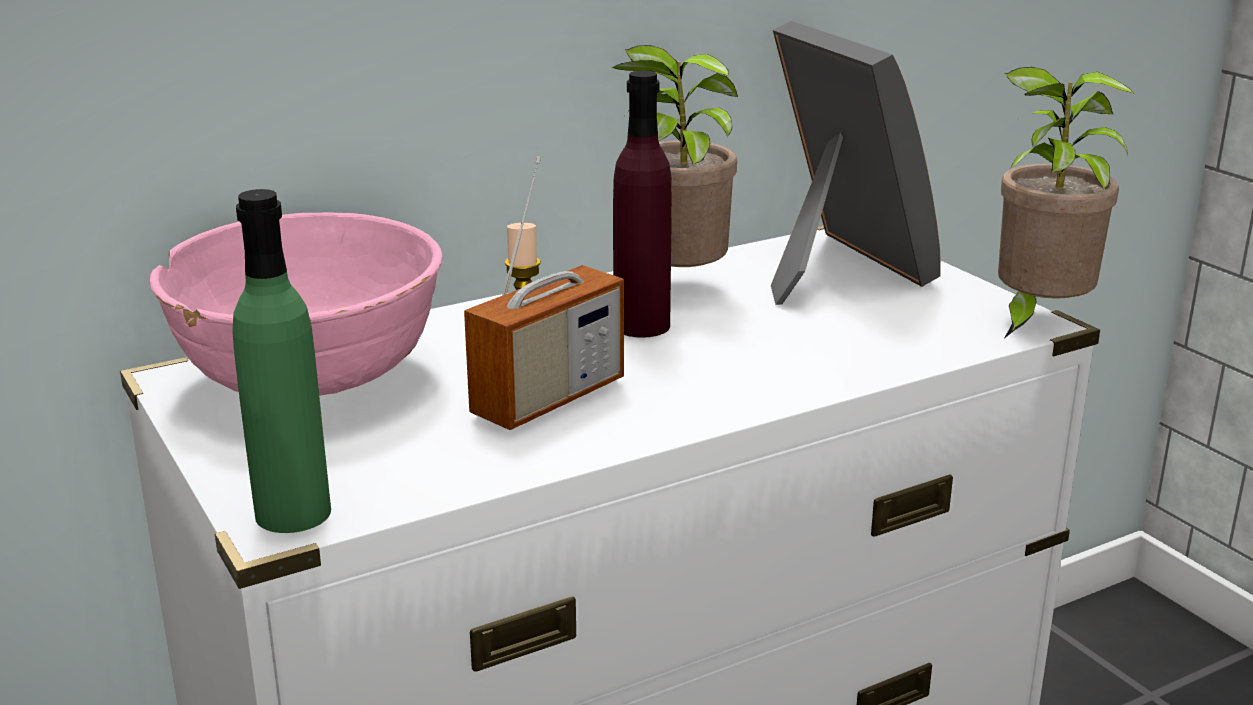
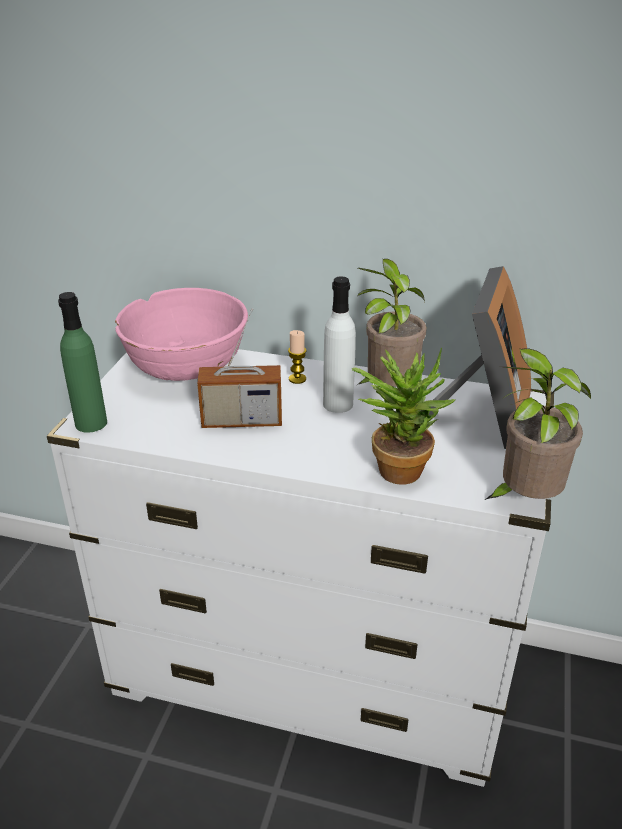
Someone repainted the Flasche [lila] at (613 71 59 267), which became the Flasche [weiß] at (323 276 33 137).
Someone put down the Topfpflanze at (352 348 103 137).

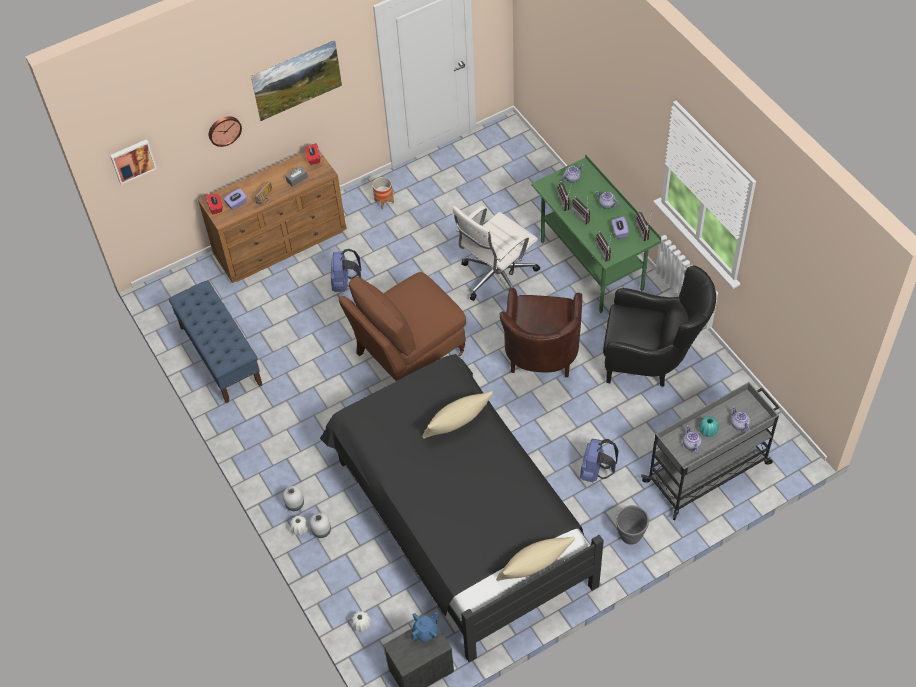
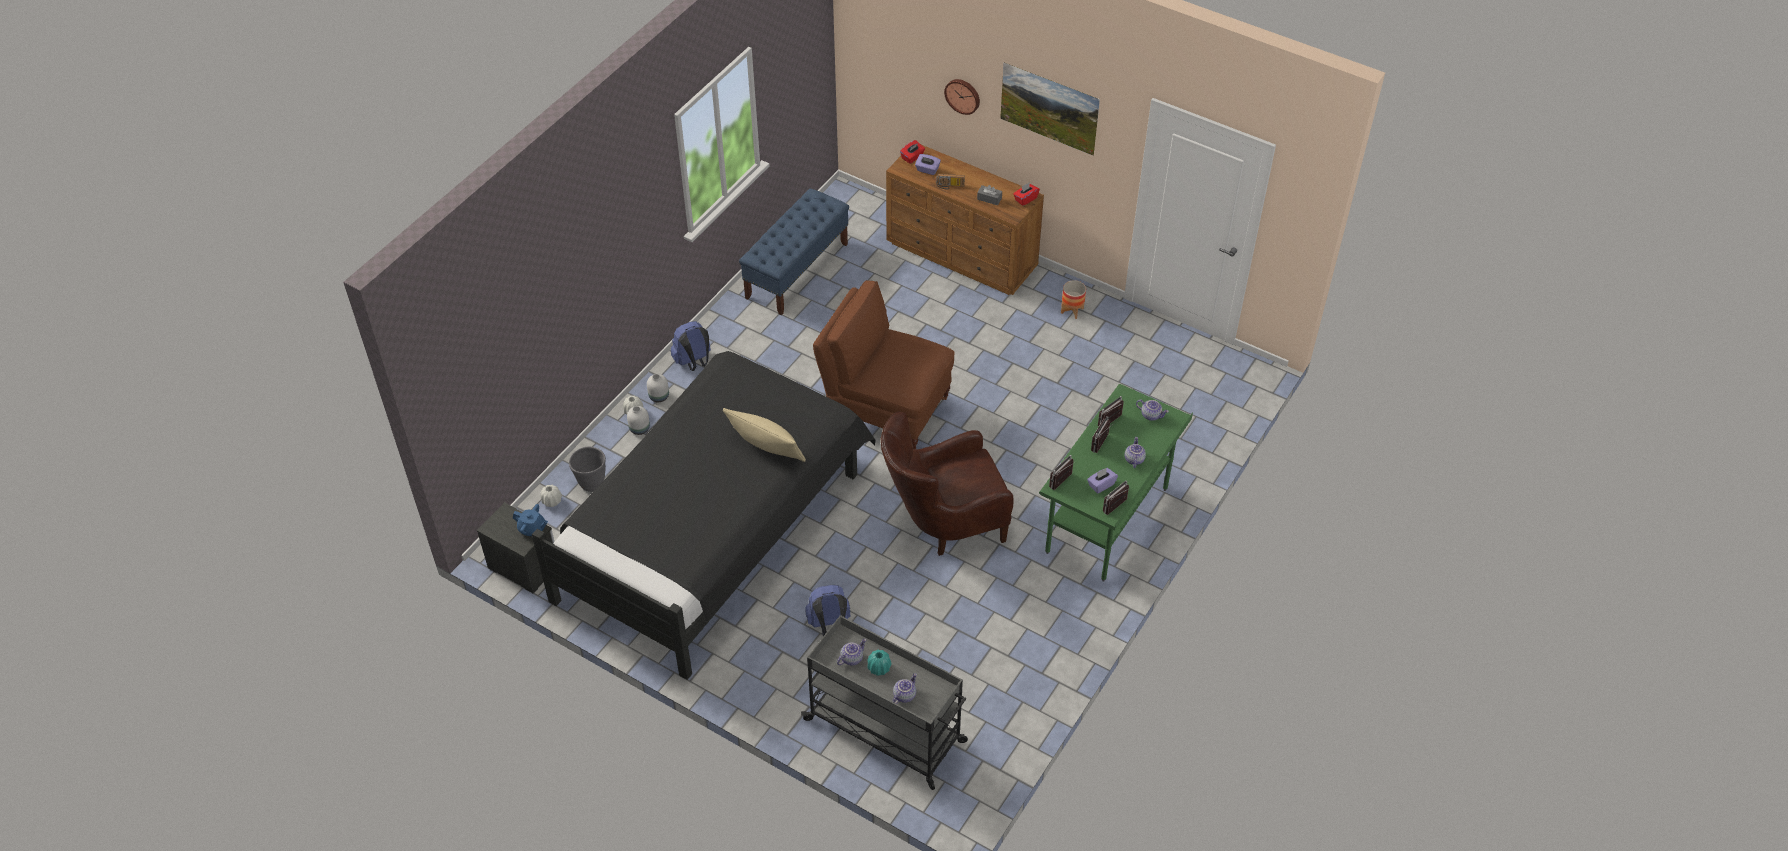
Someone took away the Bild at (110 139 47 46).
Someone carried the Rucksack [blau] from (331 249 30 43) to (671 321 40 50).
Someone took away the Bürostuhl [weiß] at (452 206 88 95).
Someone took away the Kissen [beige] at (496 537 79 44).
Someone took away the Sessel [schwarz] at (603 265 113 122).
Someone carried the Pflanzkübel [grau] from (616 505 33 40) to (569 447 37 45).

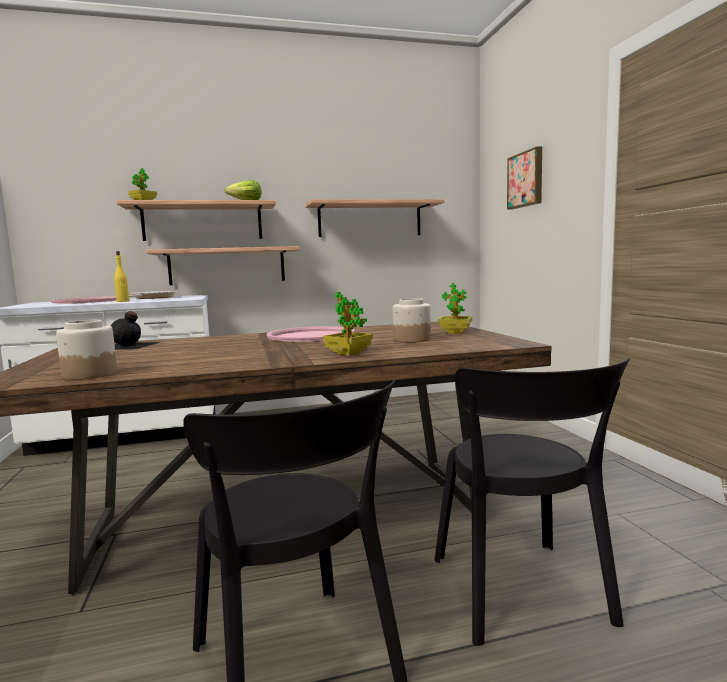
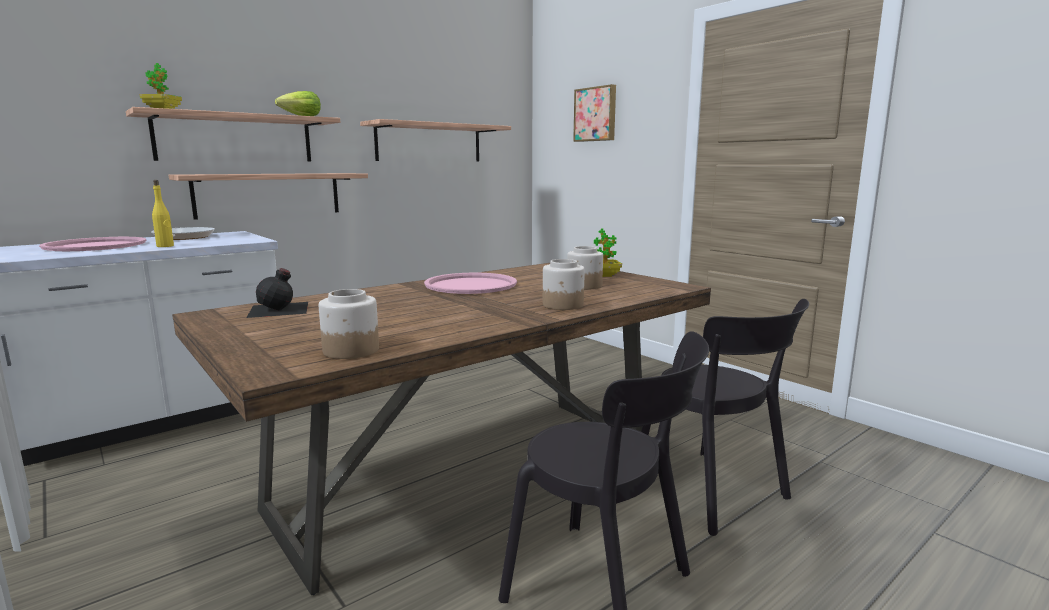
Someone swapped the Topfpflanze at (323 292 50 63) for the Vorratsglas at (543 259 42 51).

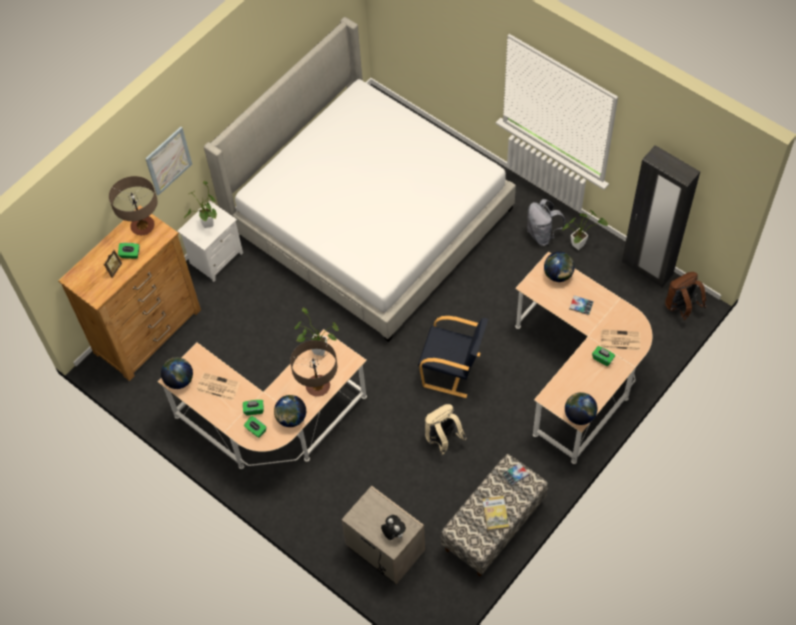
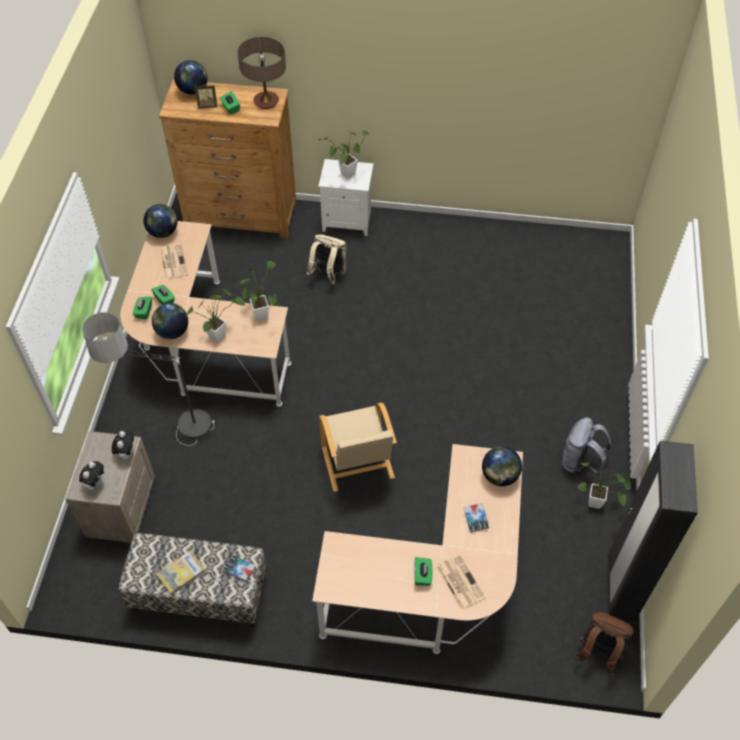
Someone took away the Bild at (145 127 47 69).
Someone took away the Bett at (204 17 312 325).
Someone swapped the Tischlampe at (290 340 47 57) for the Topfpflanze at (186 289 59 54).
Someone repainted the Sessel [schwarz] at (418 316 70 82), which became the Sessel [beige] at (319 402 78 90).
Someone carried the Rucksack [beige] from (425 404 41 51) to (307 235 39 49).
Someone carried the Globus from (565 392 33 33) to (174 60 34 35).
Someone put down the Stehlampe at (82 312 133 134).
Someone put down the Plüschtier at (112 430 22 30).

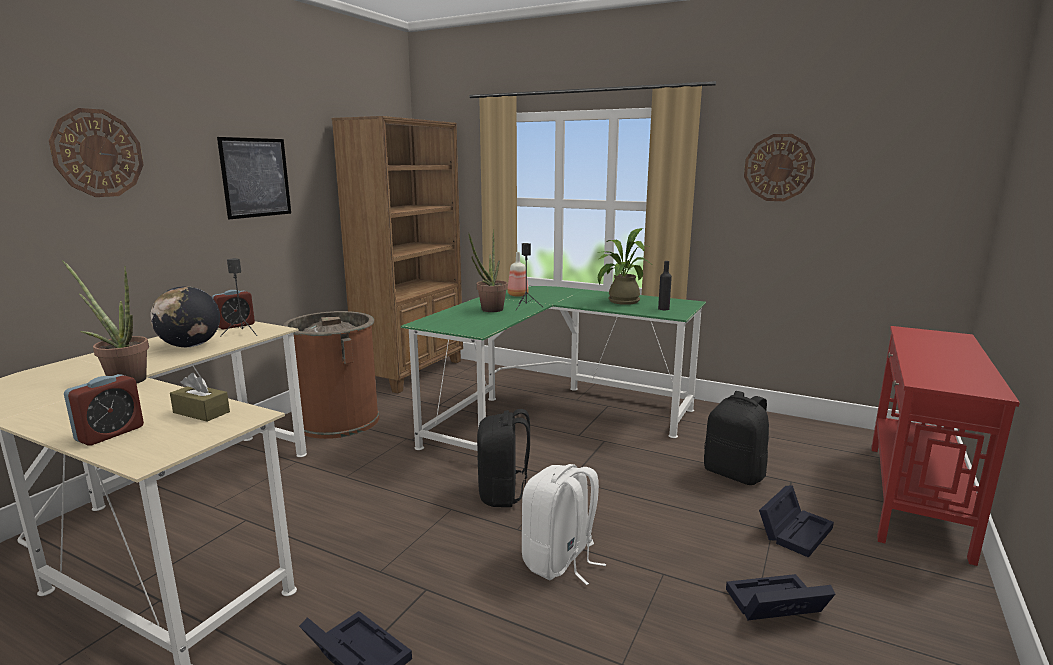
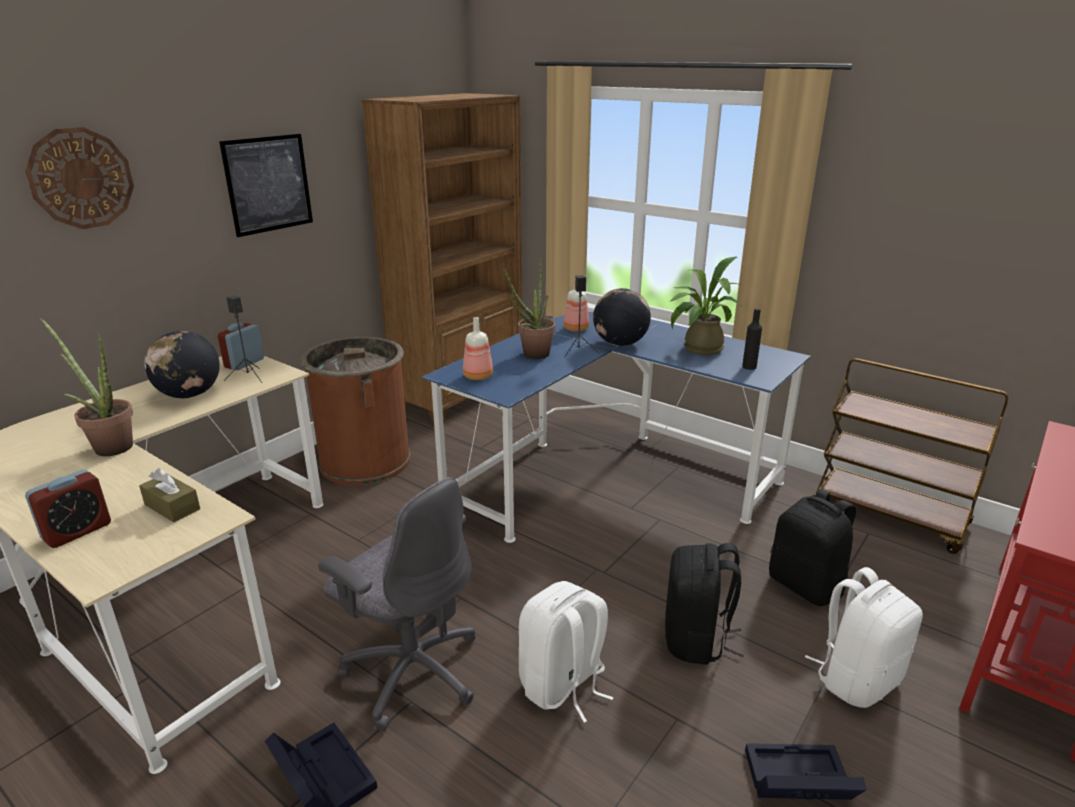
Someone rotated the Wecker at (212 290 43 40) by 150 degrees clockwise.
Someone repainted the Schreibtisch [grün] at (401 286 305 165), which became the Schreibtisch [blau] at (422 312 389 231).
Someone carried the Rucksack [schwarz] from (477 409 53 98) to (665 543 79 122).
Someone took away the Wanduhr at (744 134 71 67).
Someone swapped the Aufbewahrungsbox [schwarz] at (759 485 75 73) for the Rucksack [weiß] at (805 567 118 141).
Someone put down the Bürostuhl [grau] at (318 477 158 254).
Someone put down the Flasche at (463 317 30 63).
Someone put down the Globus at (593 288 58 58).
Someone put down the Rollwagen [braun] at (813 358 195 196).

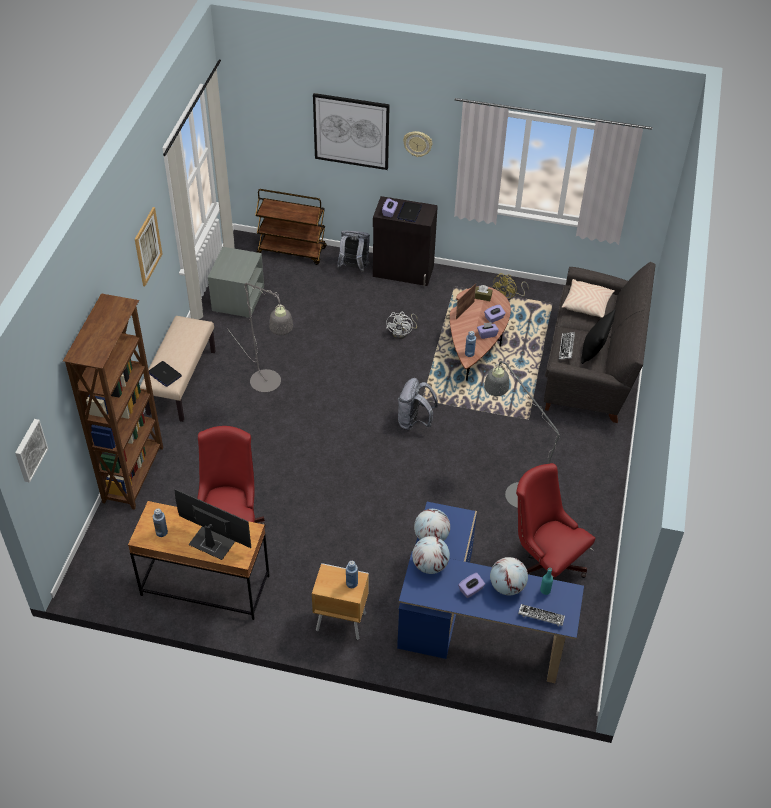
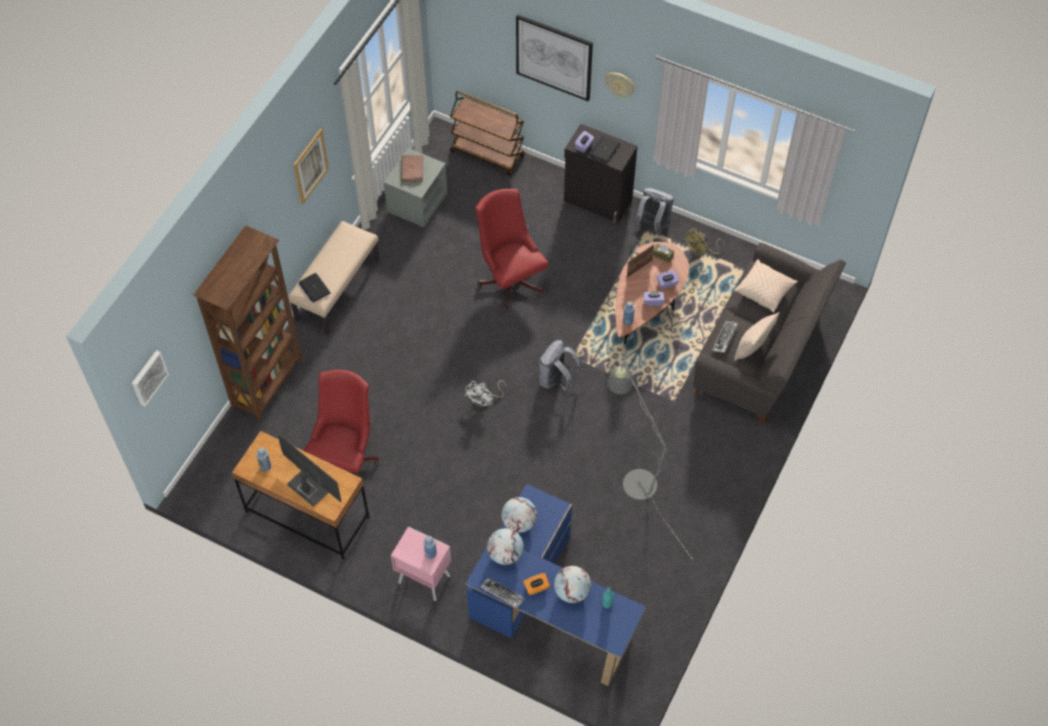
Someone took away the Stehlampe [grau] at (227 283 66 109).
Someone repainted the Nachttisch [braun] at (312 563 57 77), which became the Nachttisch [rosa] at (391 527 60 74).
Someone carried the Rucksack [grau] from (337 231 33 41) to (633 188 41 48).
Someone carried the Ventilator [weiß] from (386 312 32 27) to (465 380 42 28).
Someone repainted the Taschentuchbox [lila] at (458 573 27 25), which became the Taschentuchbox [orange] at (523 573 27 22).
Someone carried the Bürostuhl [rot] from (516 463 79 116) to (475 189 74 121).
Someone carried the Tastatur from (518 604 47 22) to (481 578 44 30).
Someone repainted the Kissen [schwarz] at (581 309 35 55), which became the Kissen [beige] at (734 312 45 49).
Someone put down the Buch [braun] at (401 155 23 27).

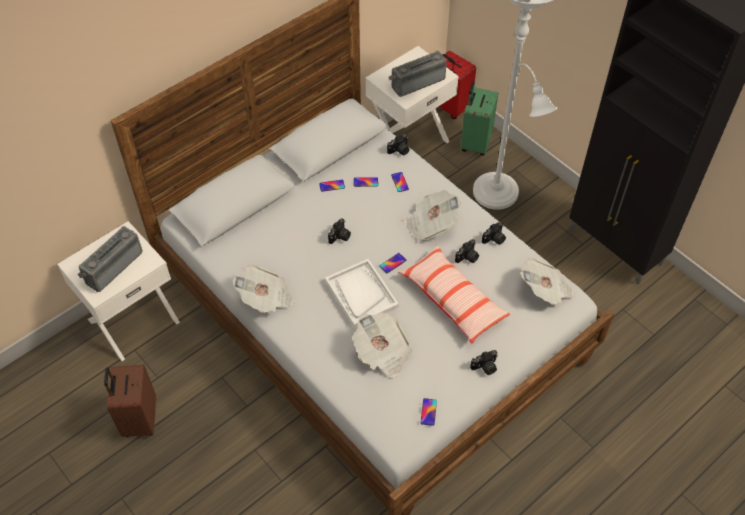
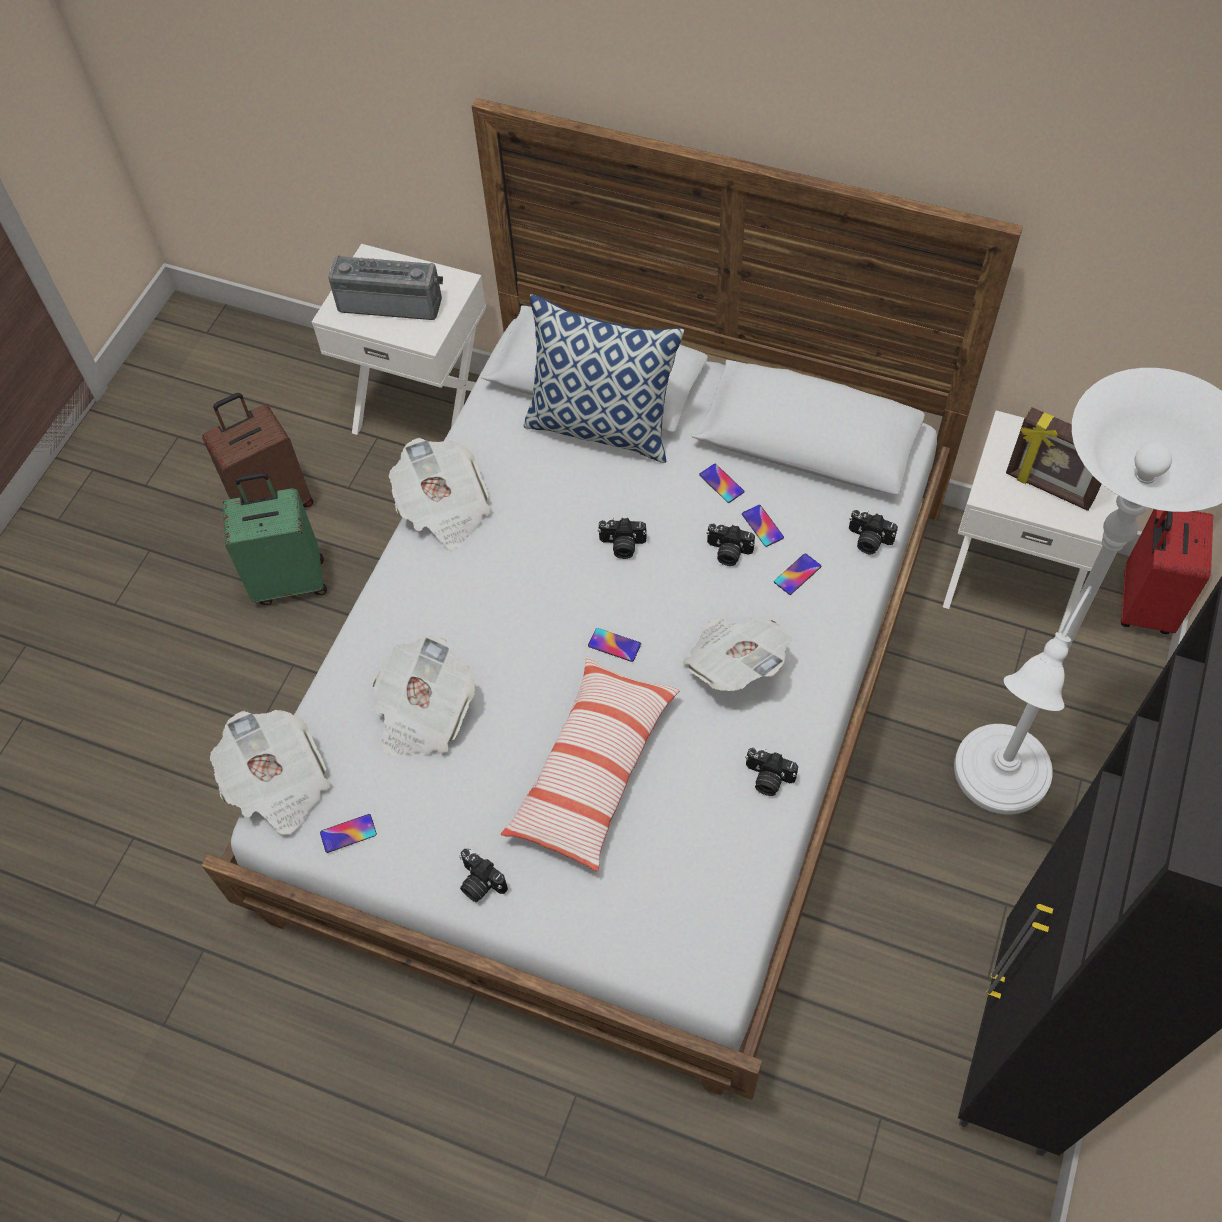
Someone took away the Tablett [weiß] at (325 259 74 69).
Someone swapped the Radio at (389 51 58 46) for the Bilderrahmen at (1006 407 95 104).
Someone carried the Kamera from (455 239 24 24) to (706 523 49 43).
Someone carried the Koffer [grün] from (460 81 38 75) to (223 473 104 132).
Someone carried the Zeitung from (520 258 55 47) to (210 710 121 125).
Someone put down the Kissen at (524 294 161 169).

